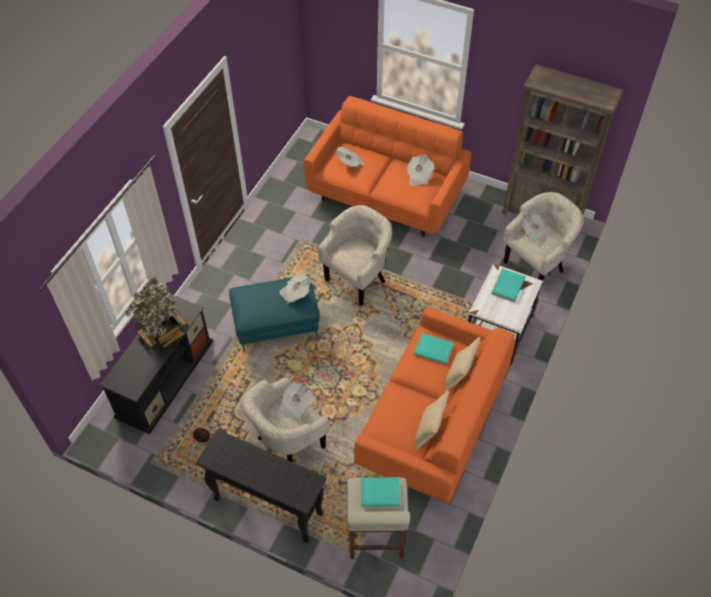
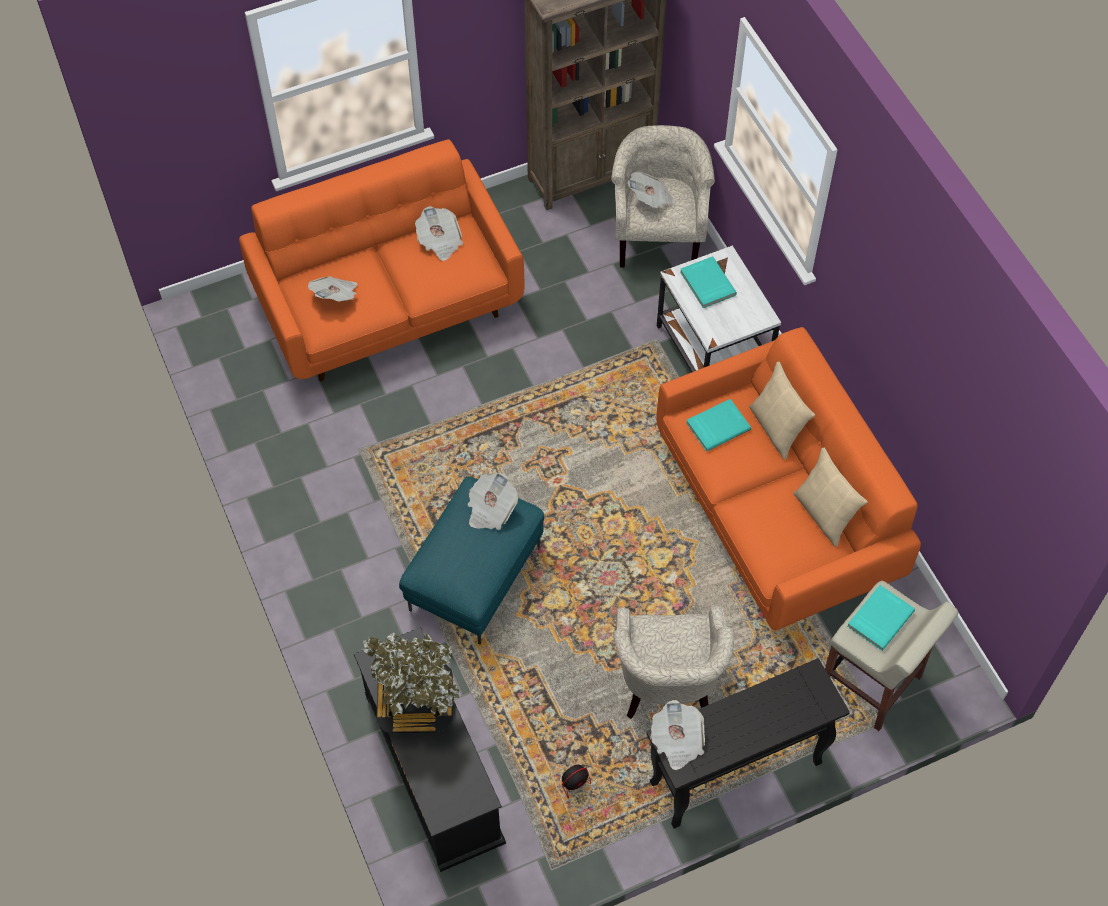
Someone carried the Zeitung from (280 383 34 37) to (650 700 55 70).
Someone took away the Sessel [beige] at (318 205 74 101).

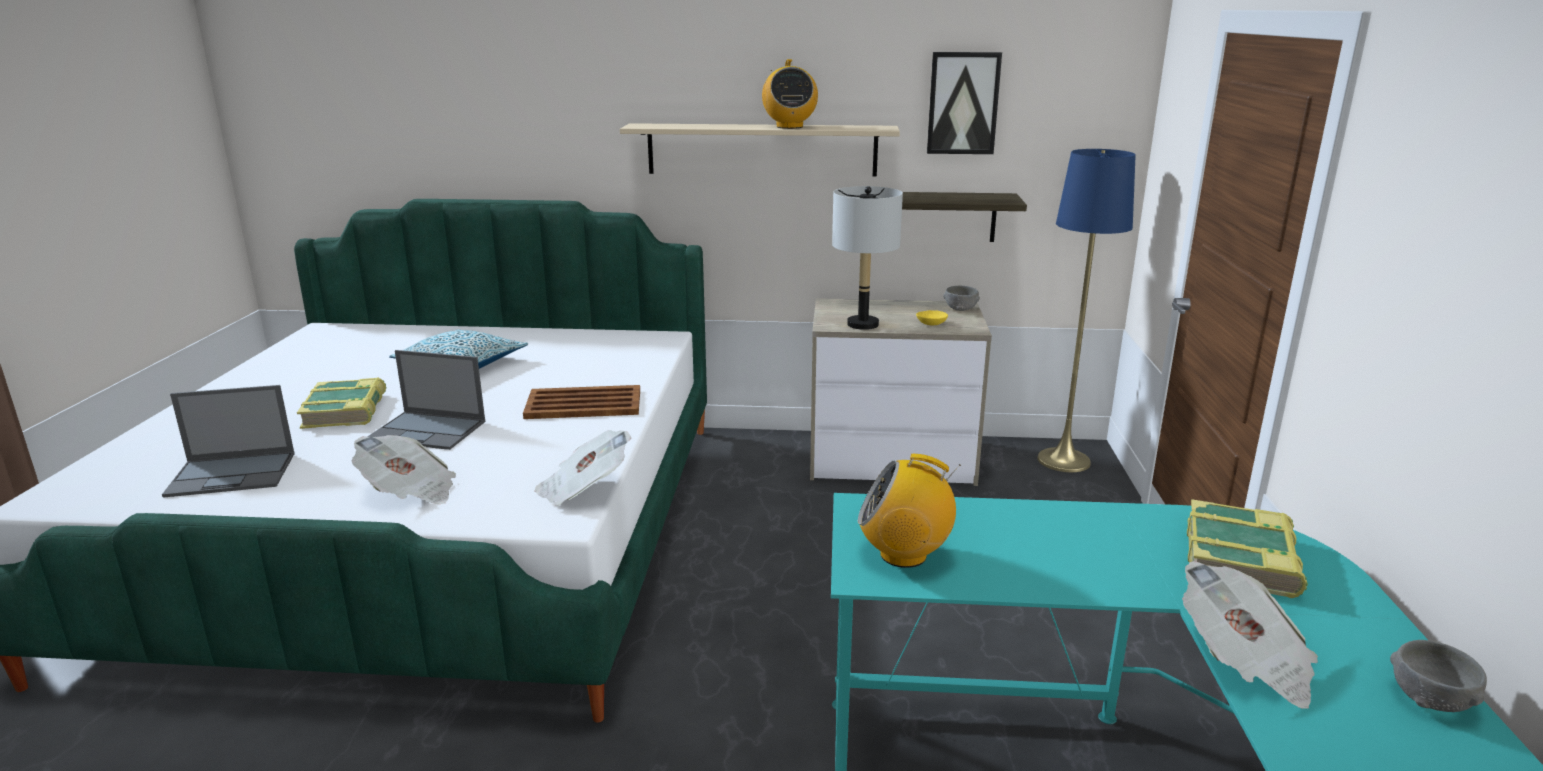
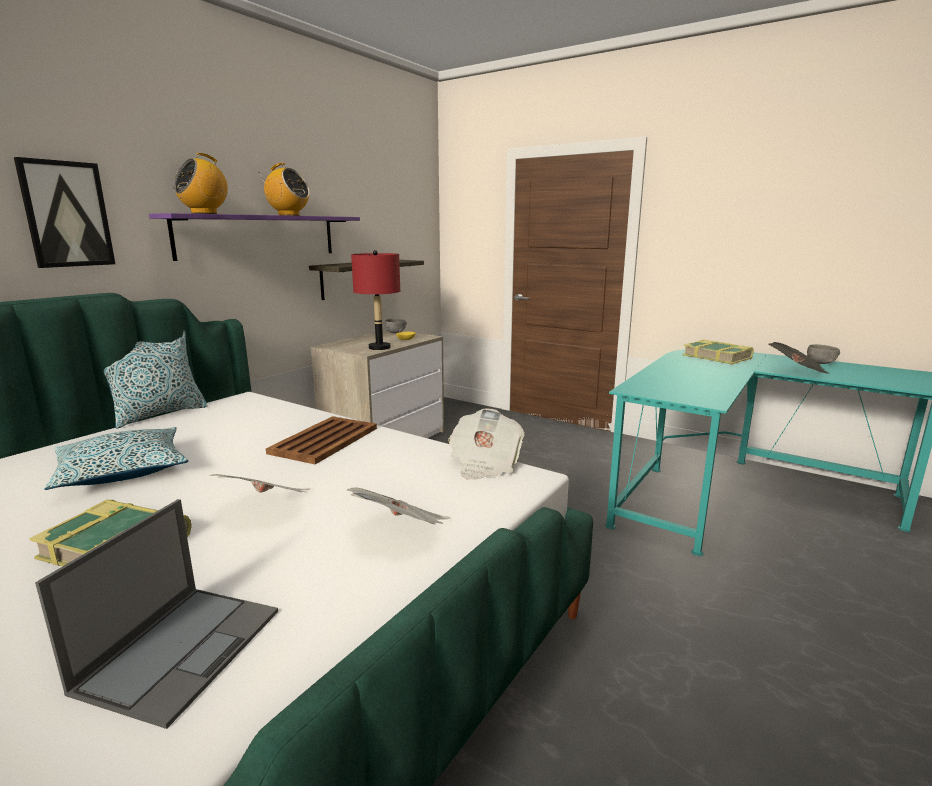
Someone swapped the Laptop at (367 350 118 100) for the Zeitung at (210 474 100 19).
Someone repainted the Wandregal [beige] at (620 123 280 54), which became the Wandregal [lila] at (149 213 211 48).
Someone repainted the Tischlampe [grau] at (832 186 71 144), which became the Tischlampe [rot] at (351 250 49 100).
Someone carried the Radio from (858 454 103 114) to (173 153 55 61).
Someone carried the Bild from (927 52 75 102) to (14 157 101 111).
Someone took away the Stehlampe [blau] at (1037 149 99 323).
Someone put down the Kissen at (104 330 104 98).

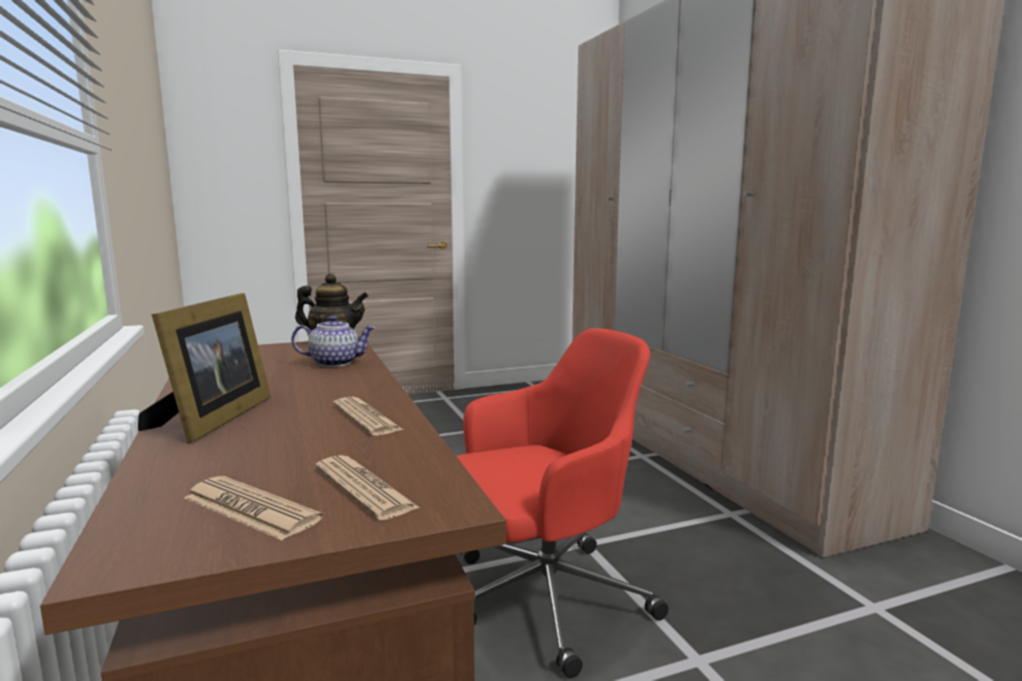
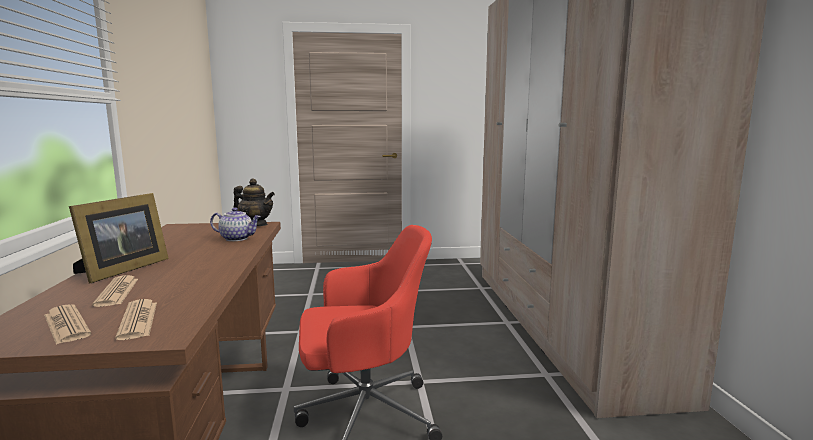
Someone carried the Zeitung from (333 397 70 39) to (92 275 46 32).

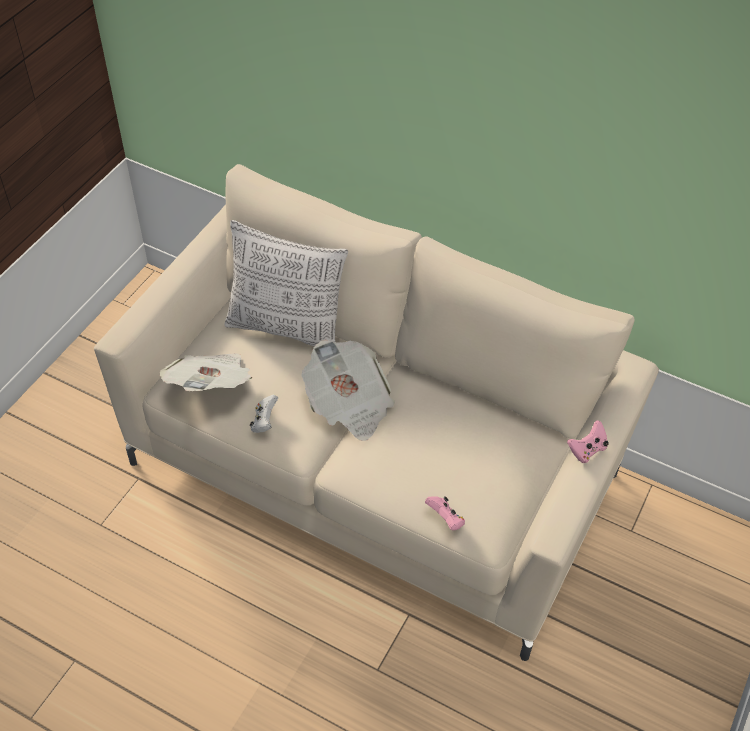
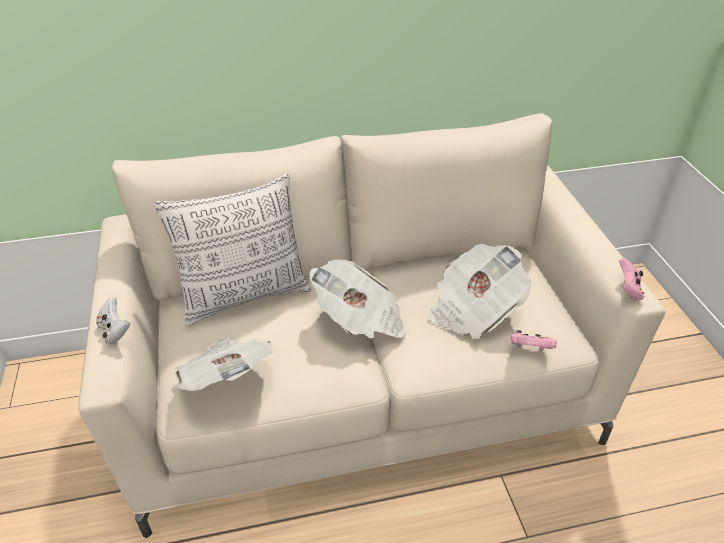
Someone carried the Gamepad [weiß] from (250 394 28 39) to (96 297 34 47).
Someone carried the Gamepad [rosa] from (567 420 42 43) to (619 258 25 43).
Someone put down the Zeitung at (428 244 103 95).

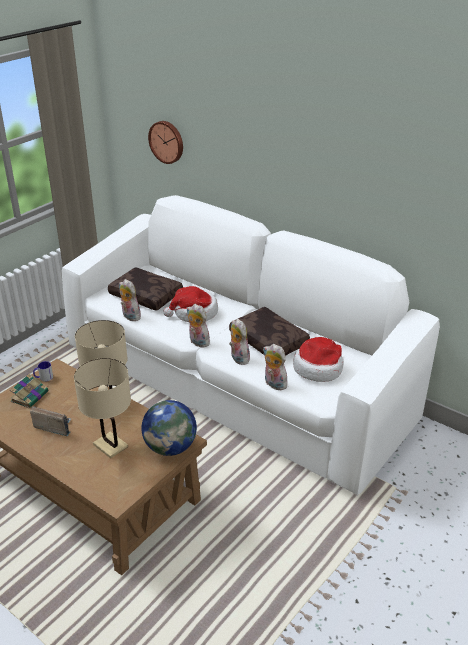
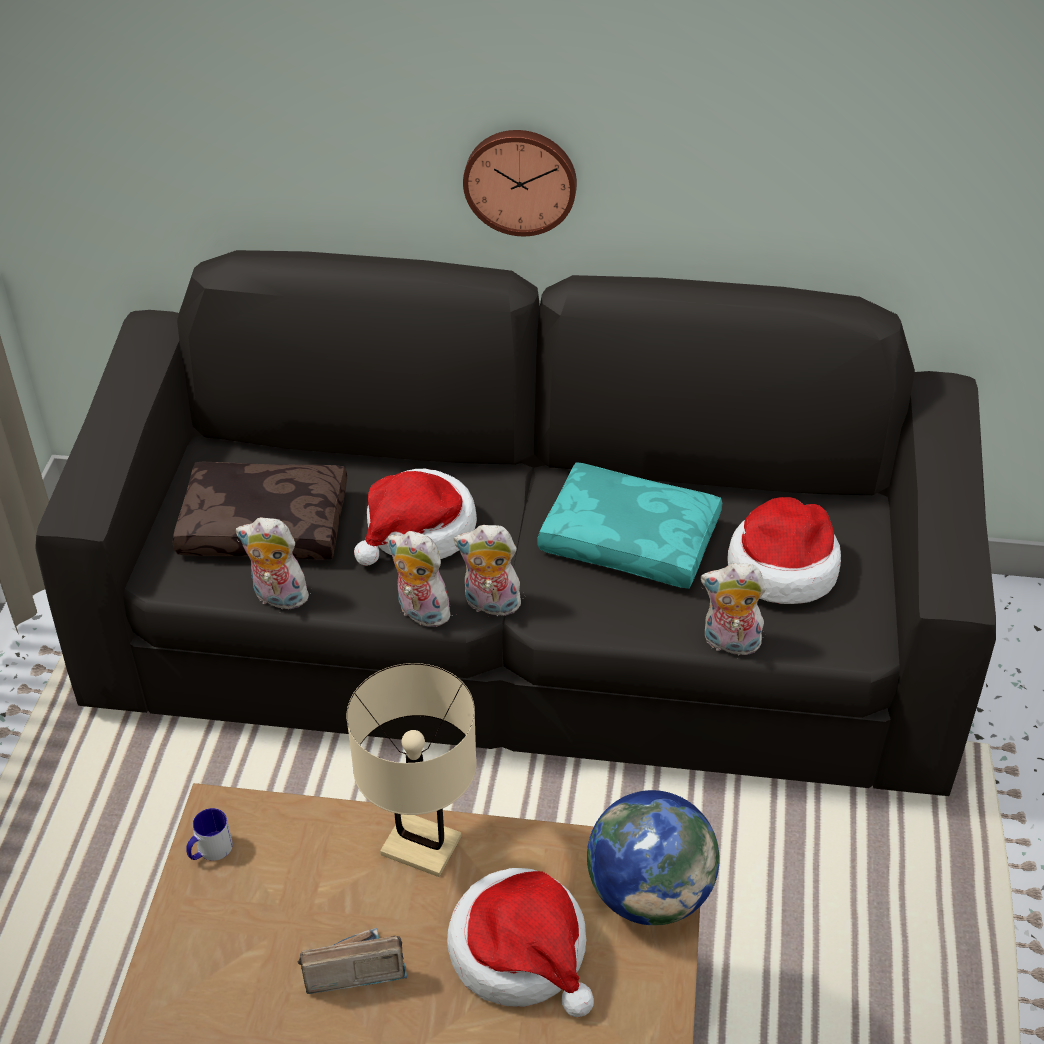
Someone took away the Buch at (10 374 39 34).
Someone repainted the Sofa [weiß] at (62 195 378 300), which became the Sofa [schwarz] at (35 250 961 546).
Someone swapped the Tischlampe [beige] at (74 358 57 100) for the Hut at (447 868 147 149).
Someone carried the Wanduhr from (148 121 35 43) to (463 130 114 106).
Someone repainted the Kissen [braun] at (229 307 81 49), which became the Kissen [türkis] at (537 462 185 127).
Someone carried the Plüschtier from (229 319 21 46) to (388 531 65 97).

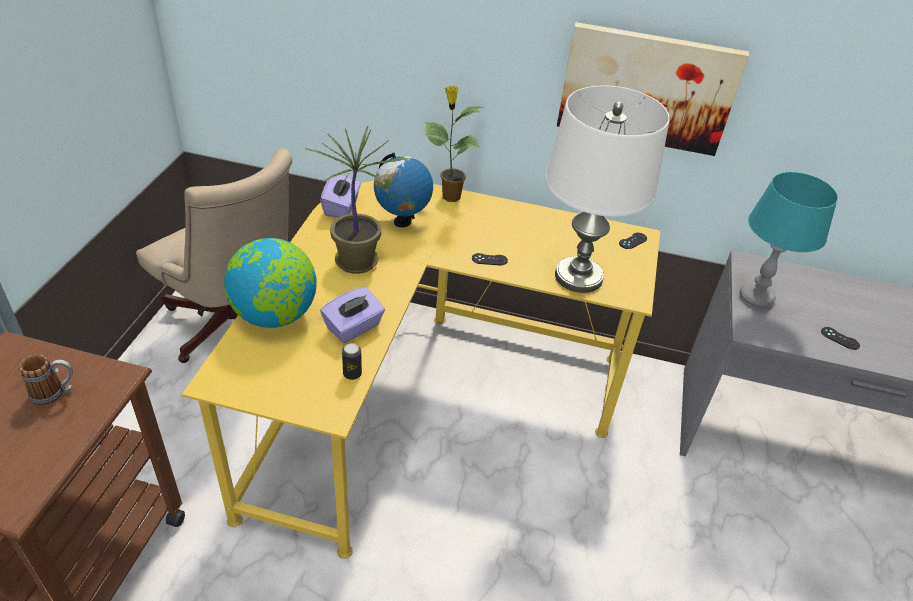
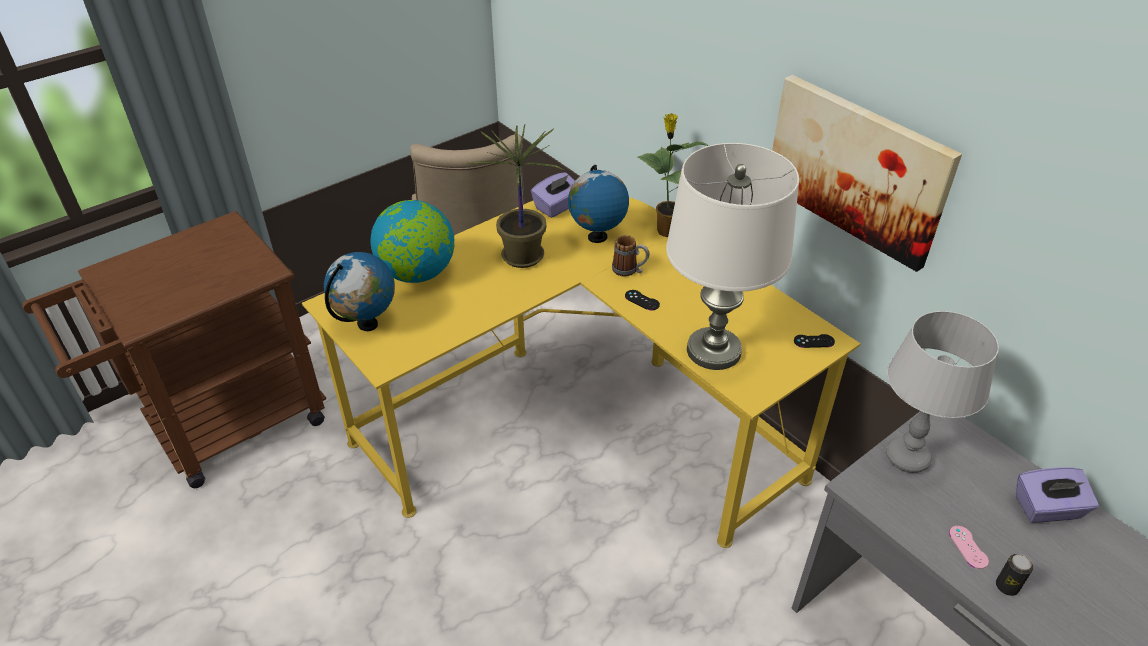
Someone carried the Henkelbecher from (19 354 54 51) to (612 235 37 42).
Someone carried the Taschentuchbox [lila] from (320 287 65 56) to (1016 467 83 56).
Someone carried the Dose from (342 343 20 37) to (996 554 37 42).
Someone repainted the Tischlampe [türkis] at (740 172 98 135), which became the Tischlampe [grau] at (886 311 113 162).
Someone repainted the Gamepad [schwarz] at (821 327 39 23), which became the Gamepad [rosa] at (949 526 40 43).
Someone put down the Globus at (324 252 71 79).

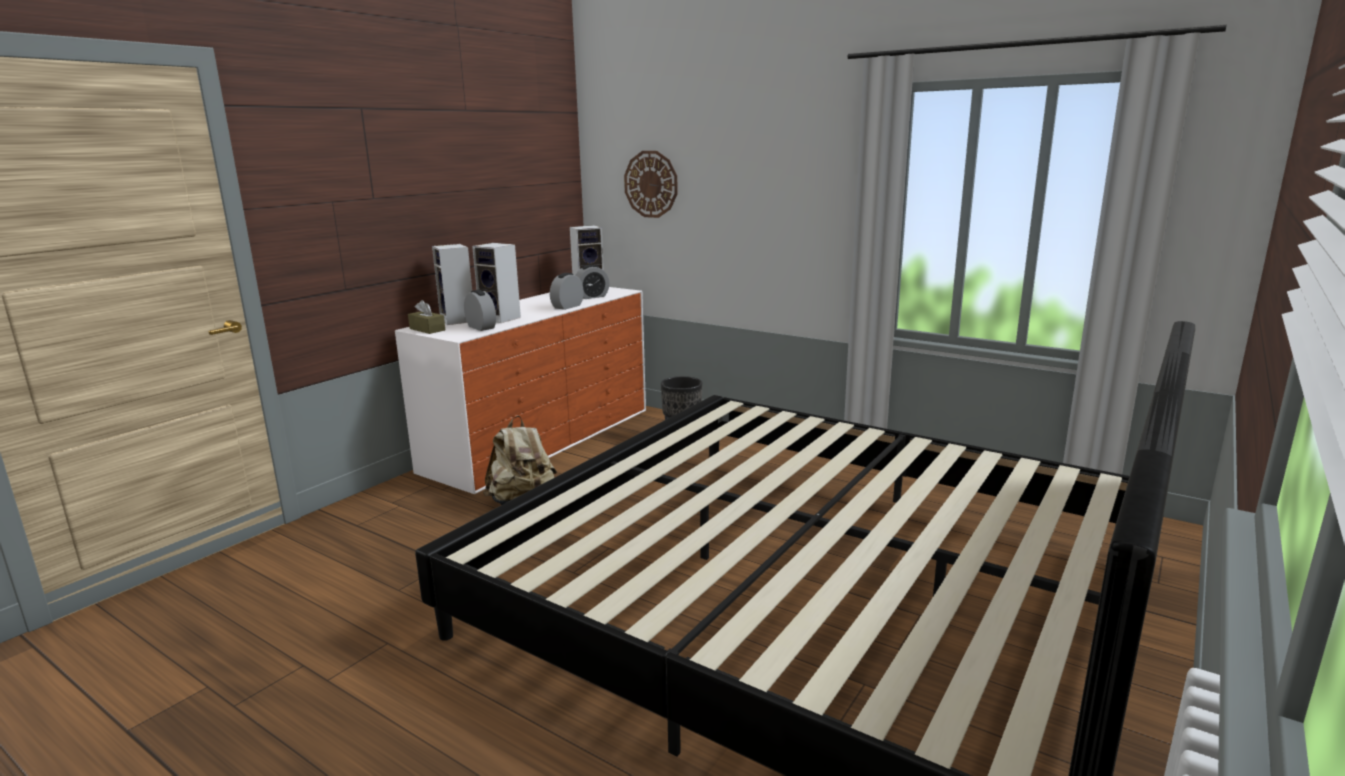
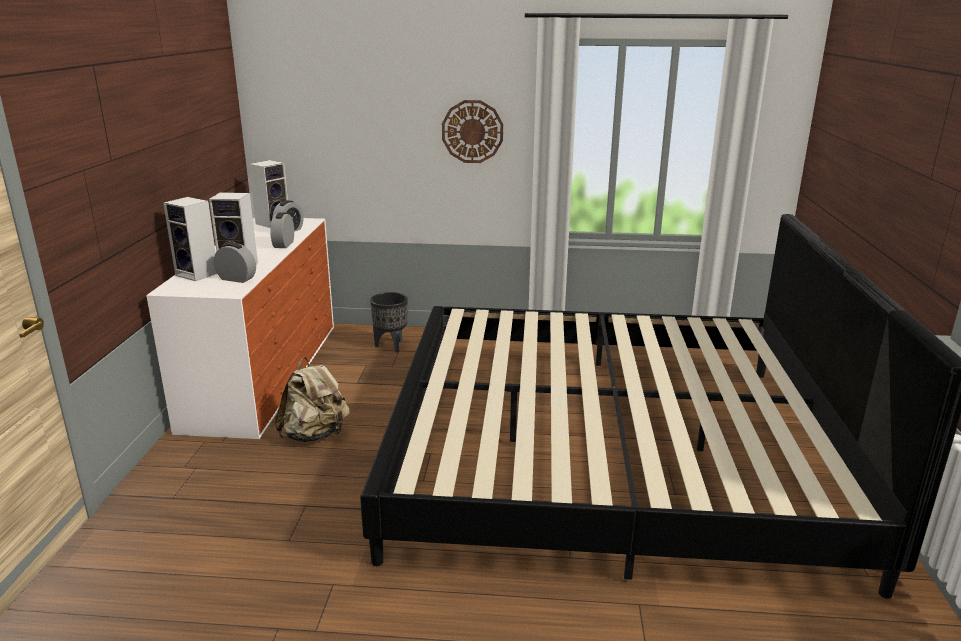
Someone took away the Taschentuchbox [braun] at (408 300 37 34).
Someone carried the Wanduhr from (624 151 54 67) to (442 100 61 63).

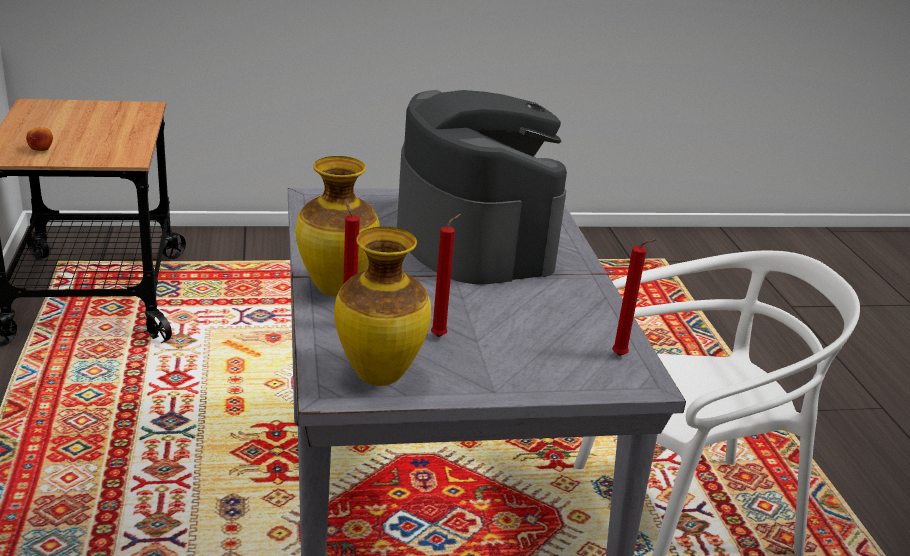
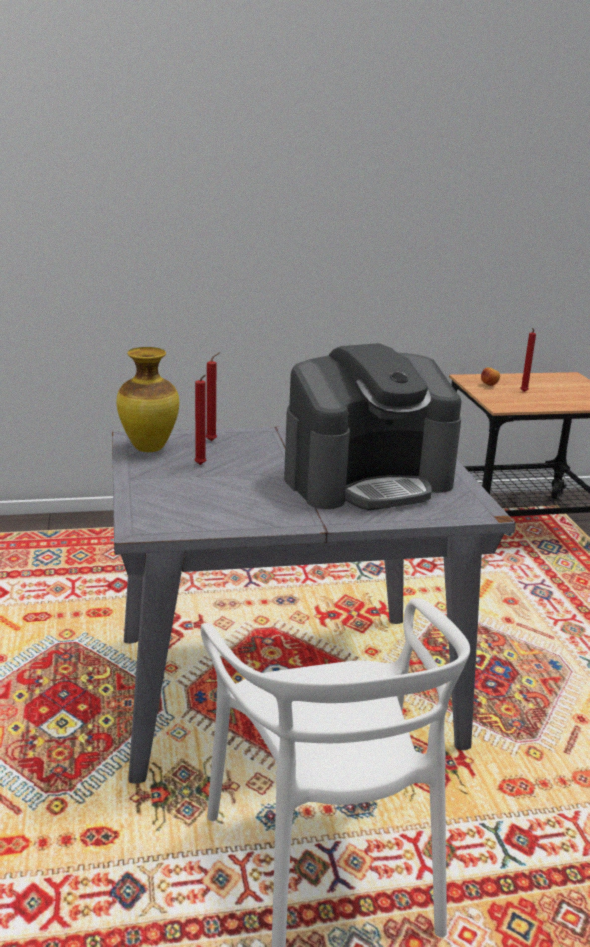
Someone took away the Vase at (295 156 85 141).
Someone carried the Kerze [rot] from (612 239 44 117) to (520 328 16 64).

